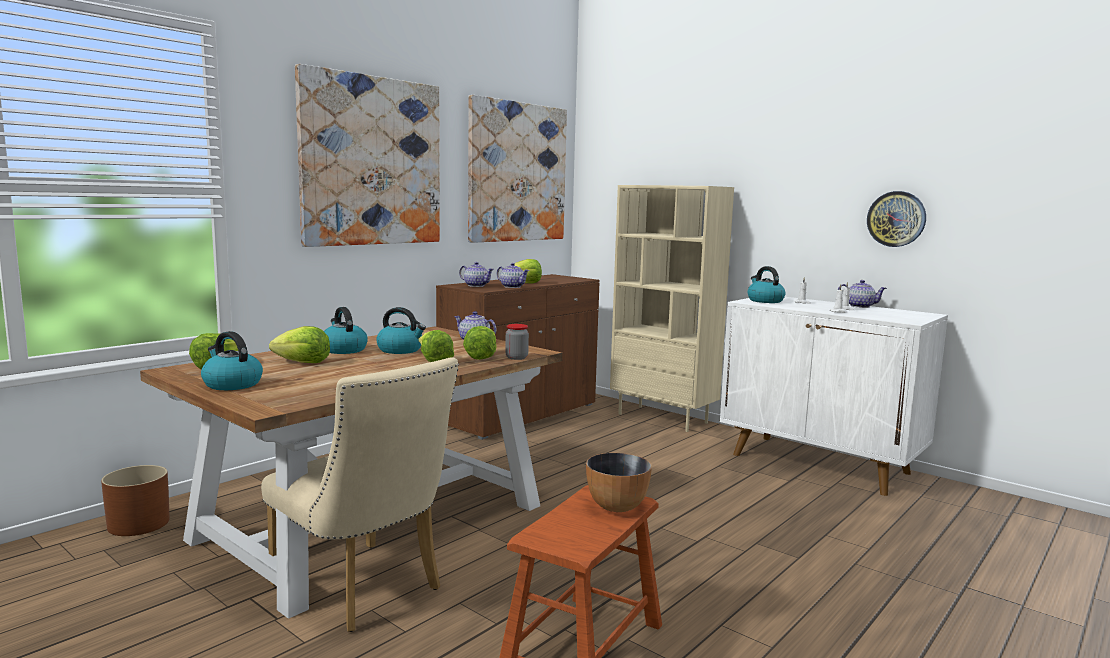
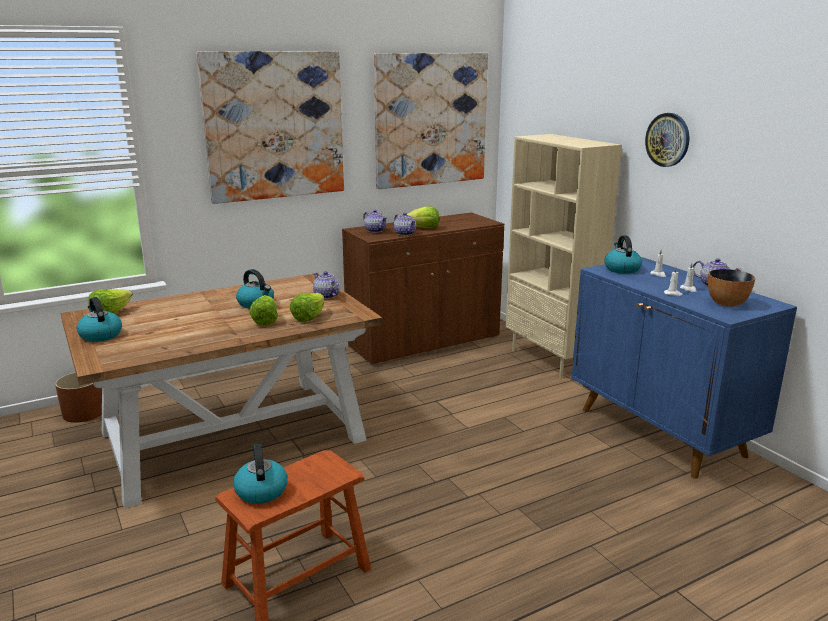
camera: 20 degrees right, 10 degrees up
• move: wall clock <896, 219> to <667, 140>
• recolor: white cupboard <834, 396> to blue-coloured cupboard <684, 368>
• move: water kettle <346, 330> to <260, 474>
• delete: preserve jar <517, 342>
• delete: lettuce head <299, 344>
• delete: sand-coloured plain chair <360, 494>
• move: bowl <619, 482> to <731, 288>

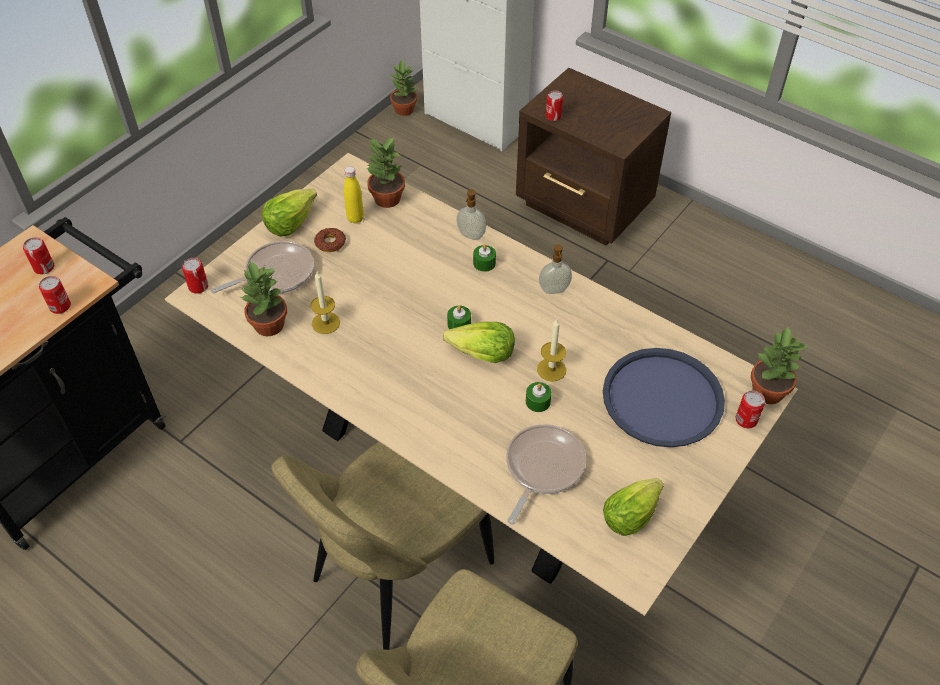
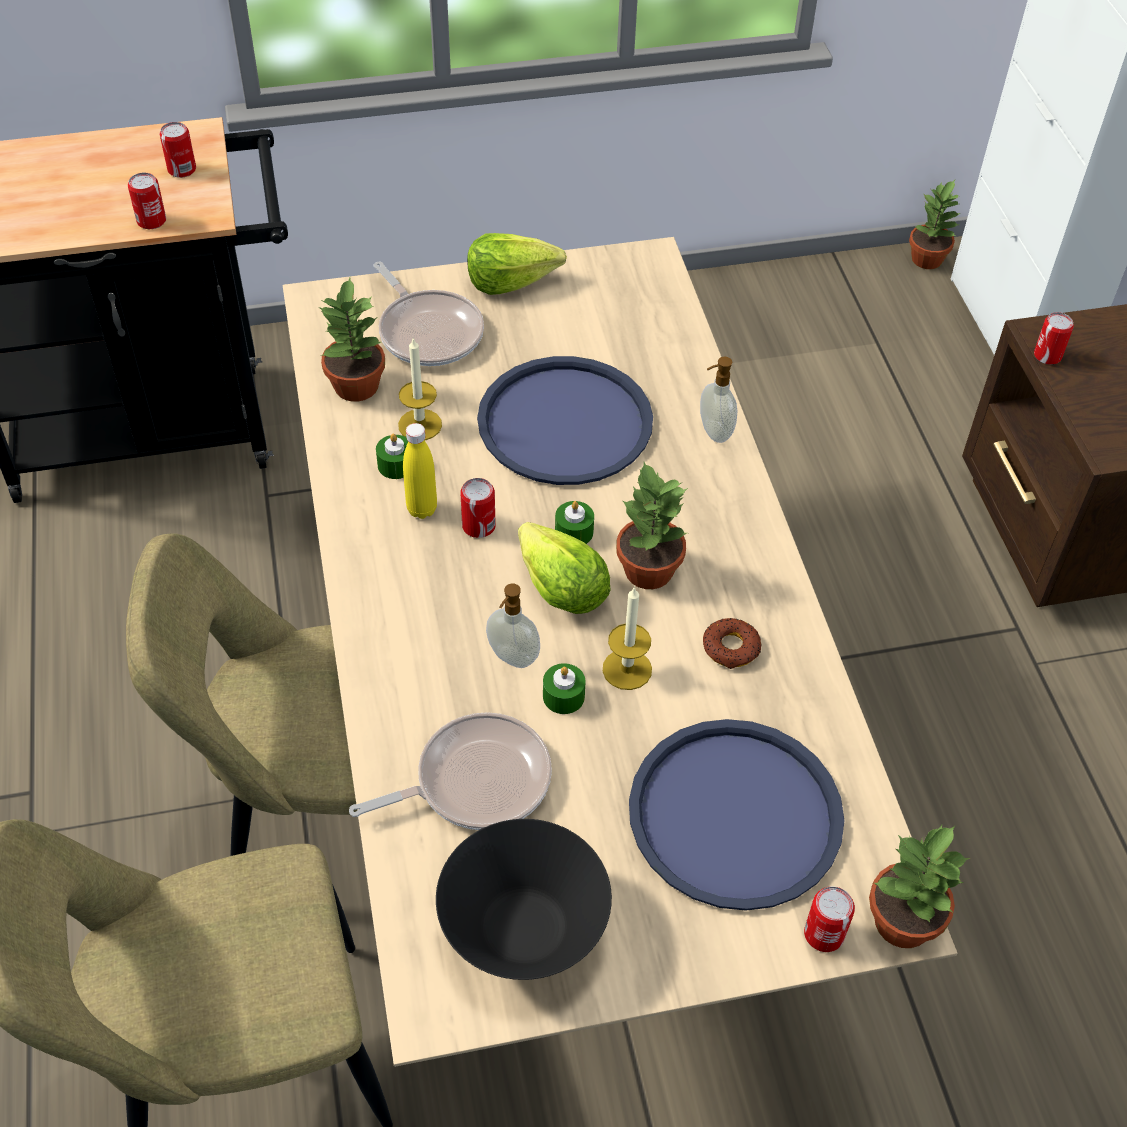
camera: 40 degrees right, 0 degrees up
• move: potted plant <385, 173> to <652, 525>
• move: yellow bottle <354, 195> to <420, 471>
• move: ring doughnut <330, 240> to <732, 643>
• rotate: pan <262, 267> = <429, 314> 45 degrees clockwise
• move: green-coloured candle <484, 258> to <392, 456>
• move: soap bottle <555, 269> to <513, 626>
• move: sealed can <195, 276> to <478, 508>
• replace: lettuce head <633, 507> to black-coloured bowl <524, 899>
• insert: blue-coloured carrying tray <565, 420>

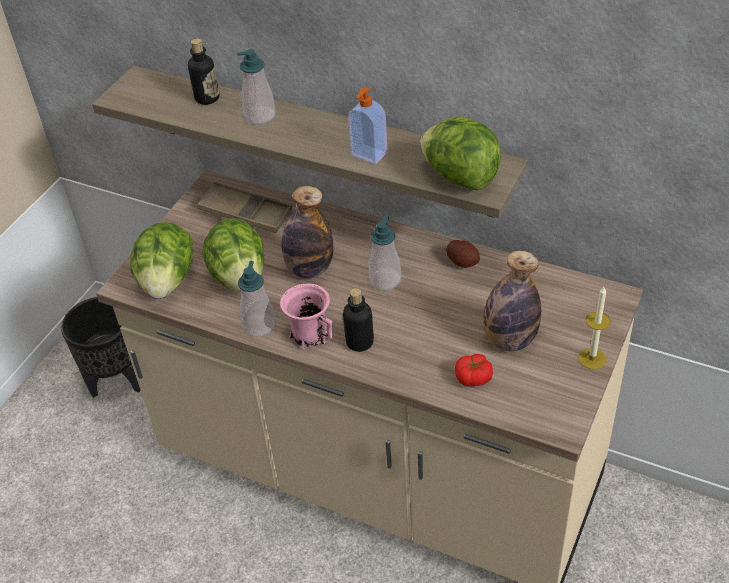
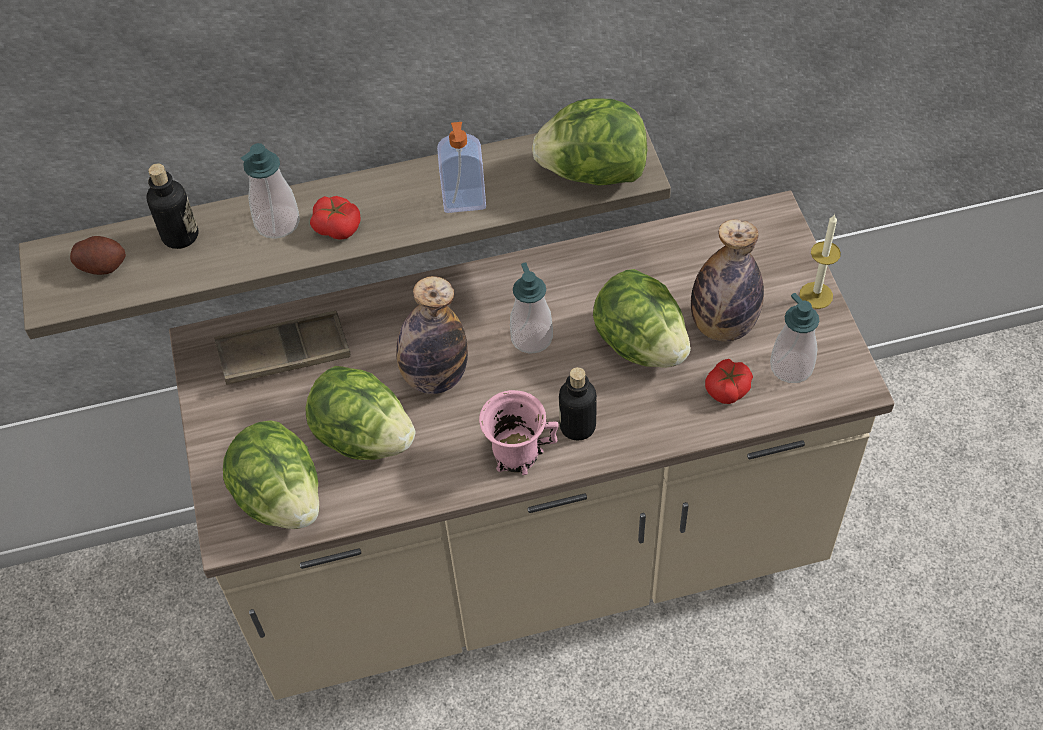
camera: 40 degrees left, 10 degrees up
• move: whole potato <463, 254> to <98, 255>
• move: soap bottle <256, 299> to <794, 338>
• delete: black-coloured flower pot <101, 347>
• insert: whole tomato <335, 218>
• insert: lettuce head <641, 318>

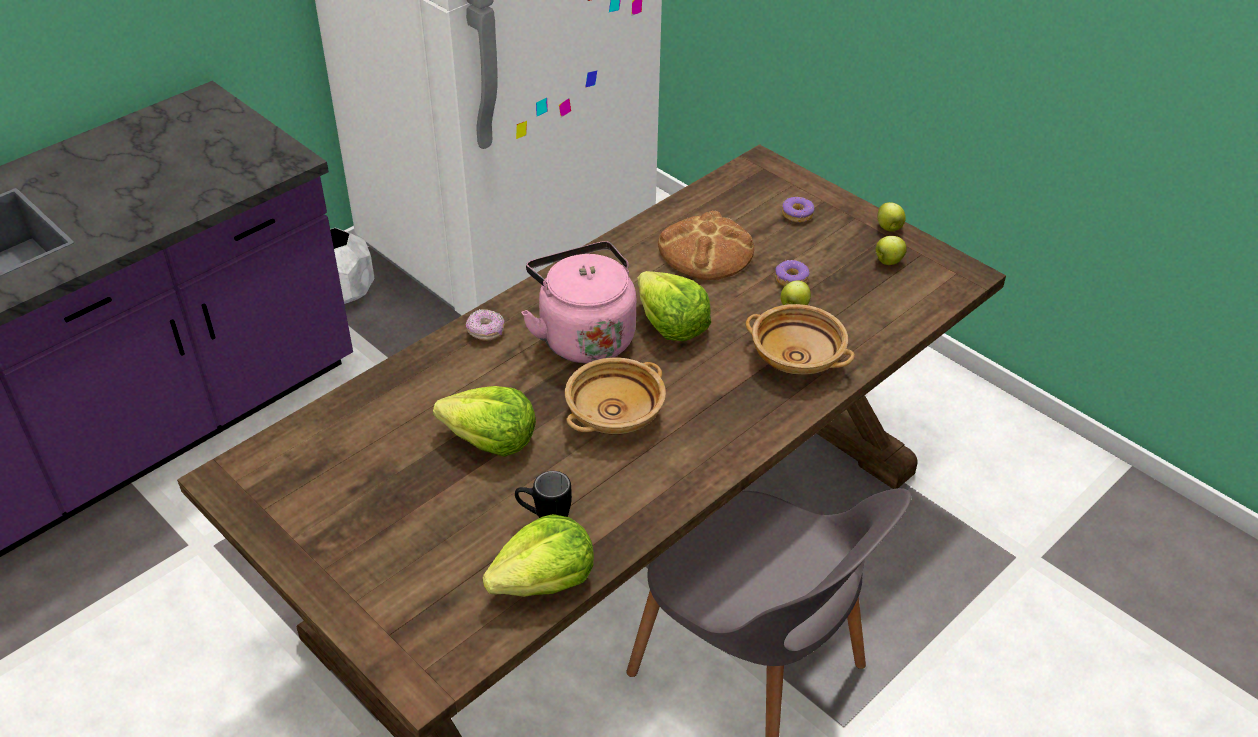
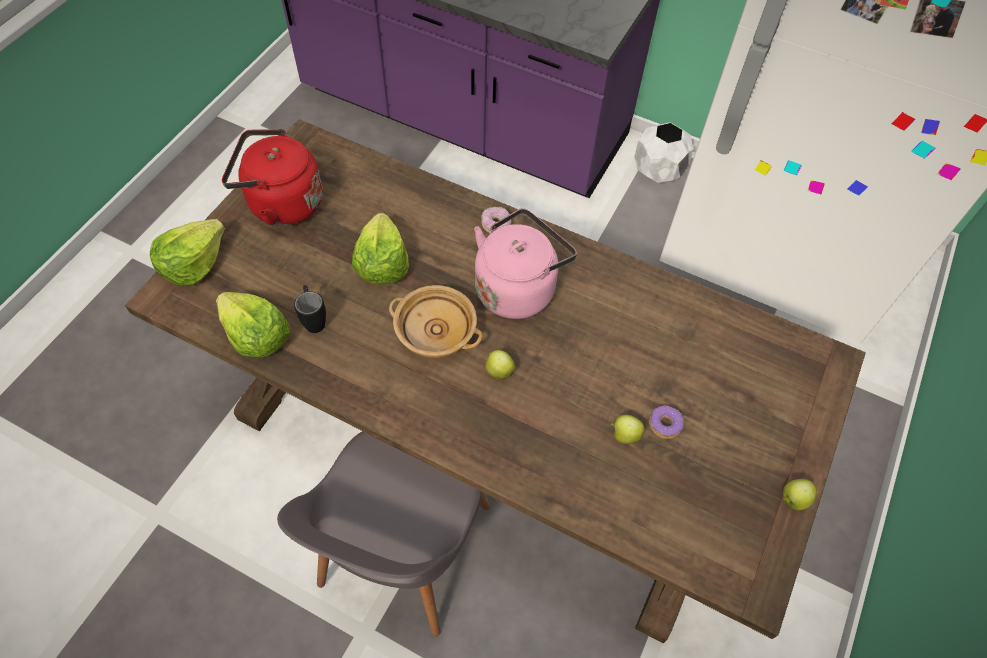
camera: 70 degrees right, 15 degrees up
• delete: ring doughnut <798, 210>
• delete: bread <706, 245>
• move: apple fruit <891, 250> to <500, 365>
• move: lettuce head <674, 306> to <187, 252>
• delete: sand-coloured bowl <800, 339>
• insert: reddish water kettle <272, 177>

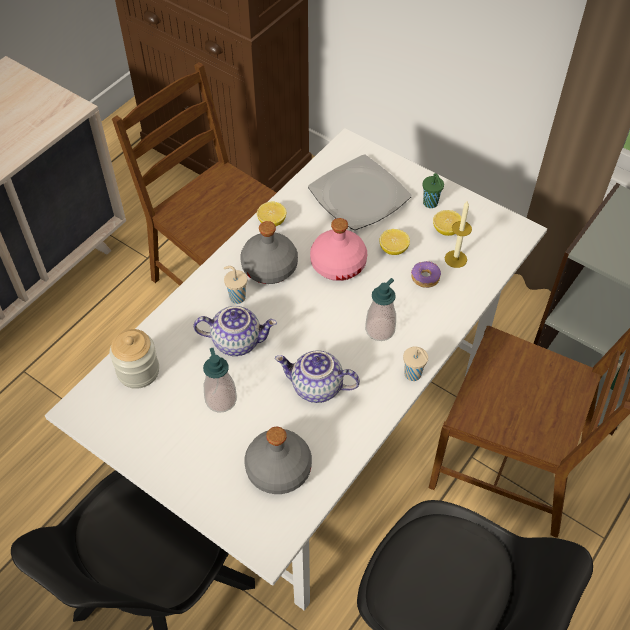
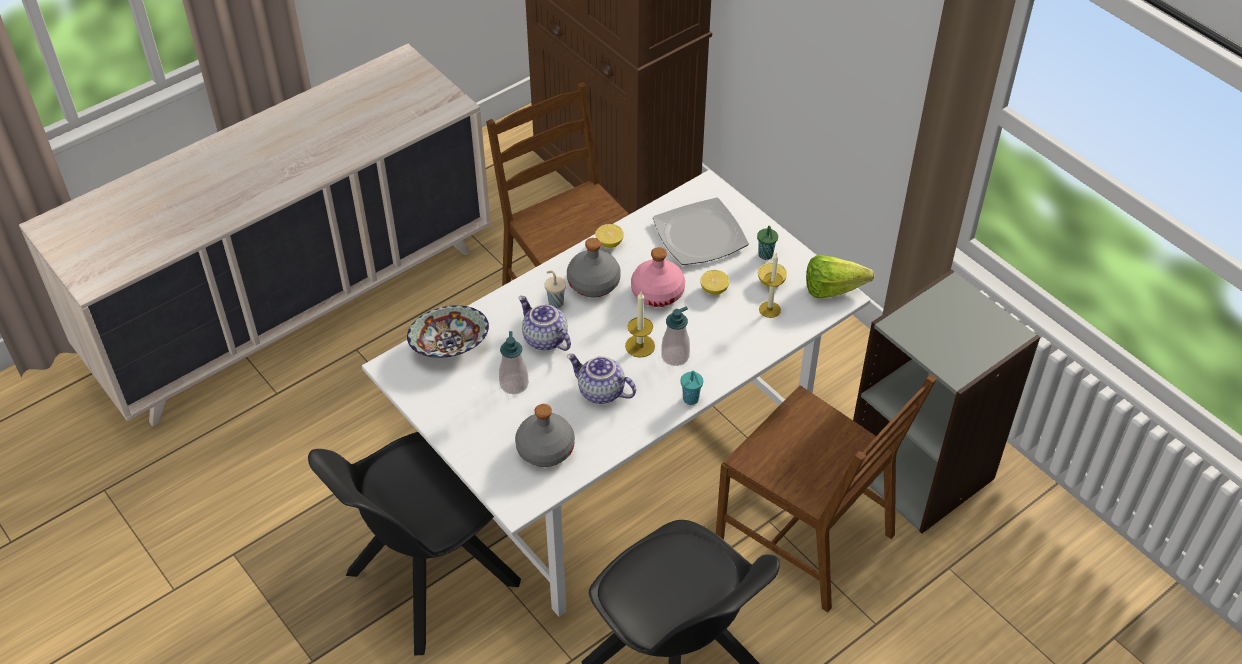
camera: 15 degrees right, 5 degrees down
• delete: ring doughnut <426, 274>
• rotate: teapot <235, 331> = <545, 323> 150 degrees counterclockwise
• replace: preserve jar <134, 359> to bowl <448, 331>
• recolor: sand-coloured drinking cup <415, 363> to turquoise-coloured drinking cup <692, 388>
• insert: lettuce head <840, 276>
• insert: candle <640, 325>

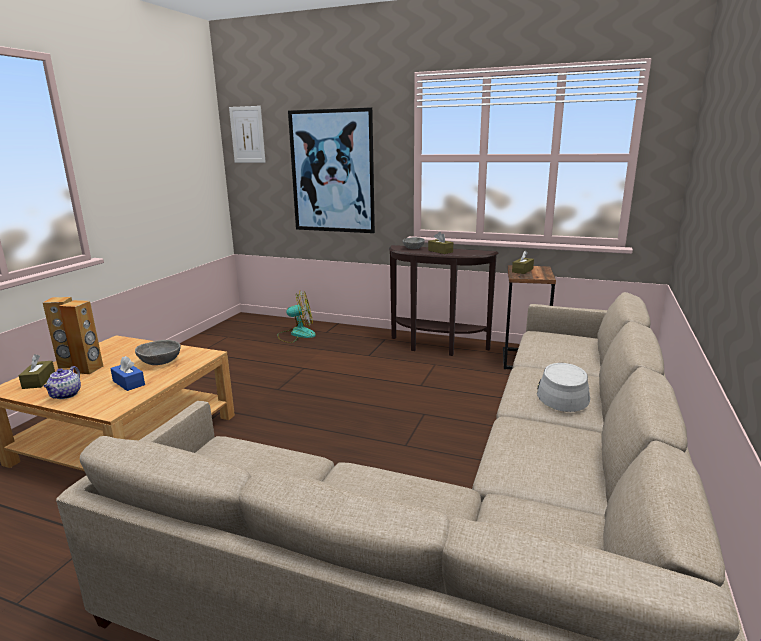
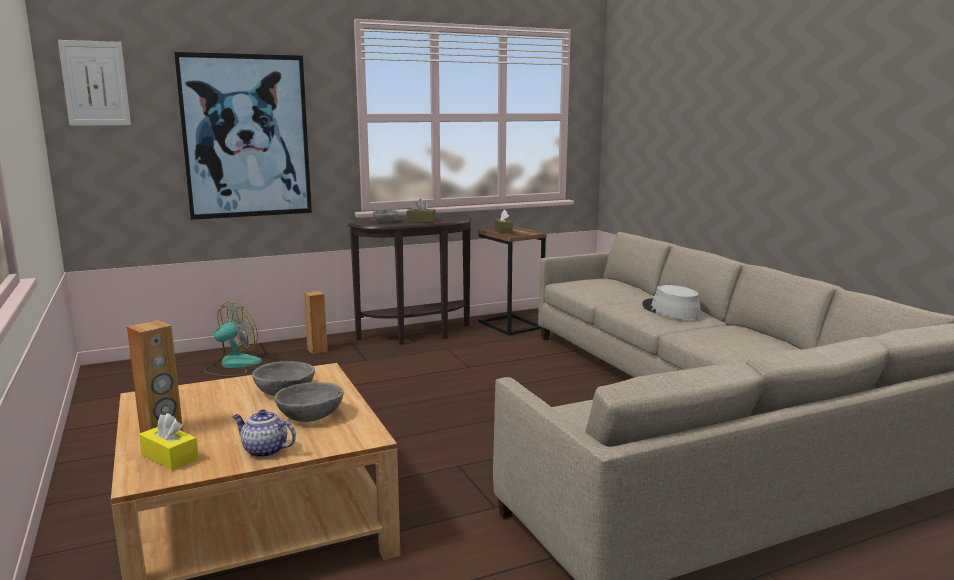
camera: 45 degrees left, 5 degrees down
• move: brownish loudspeaker <81, 337> to <316, 322>
• recolor: brownish box of tissues <37, 371> to yellow box of tissues <169, 442>
• replace: blue-coloured box of tissues <127, 373> to grey bowl <309, 402>
• rotate: teapot <62, 382> = <264, 433> 150 degrees clockwise

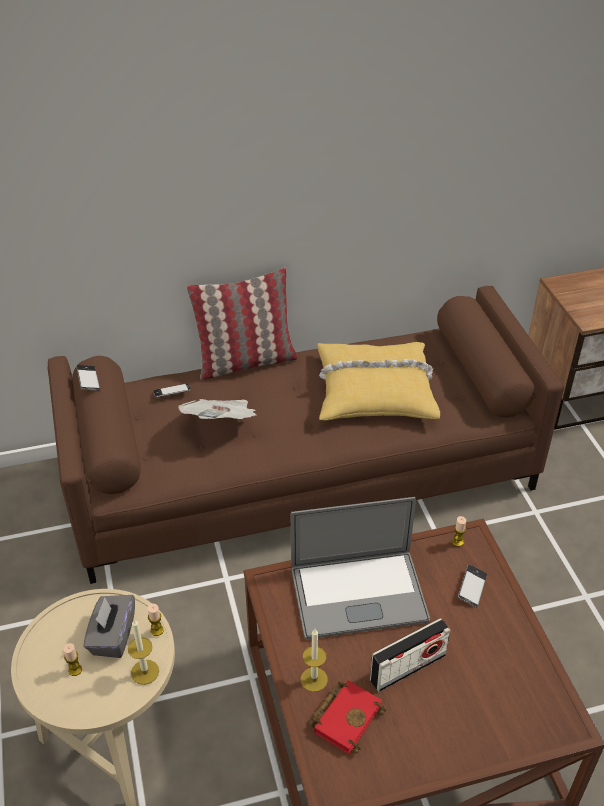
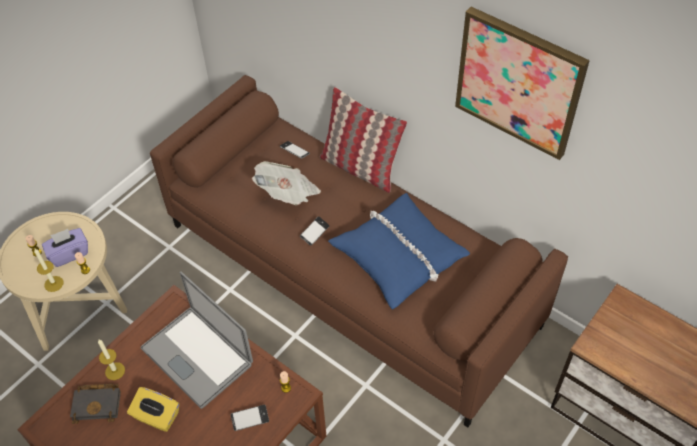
camera: 55 degrees right, 10 degrees up
• recolor: yellow cushion <378, 381> to blue-coloured cushion <399, 251>
• move: telephone <88, 378> to <314, 231>
• recolor: grey box of tissues <109, 626> to purplish box of tissues <65, 247>
• replace: radio receiver <410, 655> to yellow box of tissues <153, 409>
• recolor: reddish bound book <348, 717> to black-coloured bound book <95, 404>
• insert: picture <522, 83>

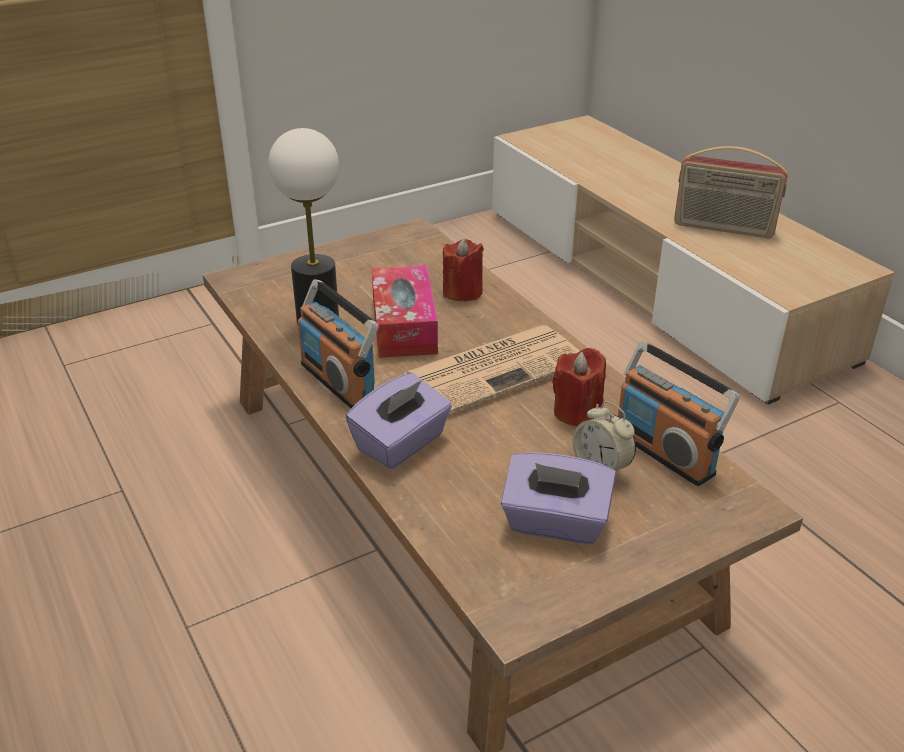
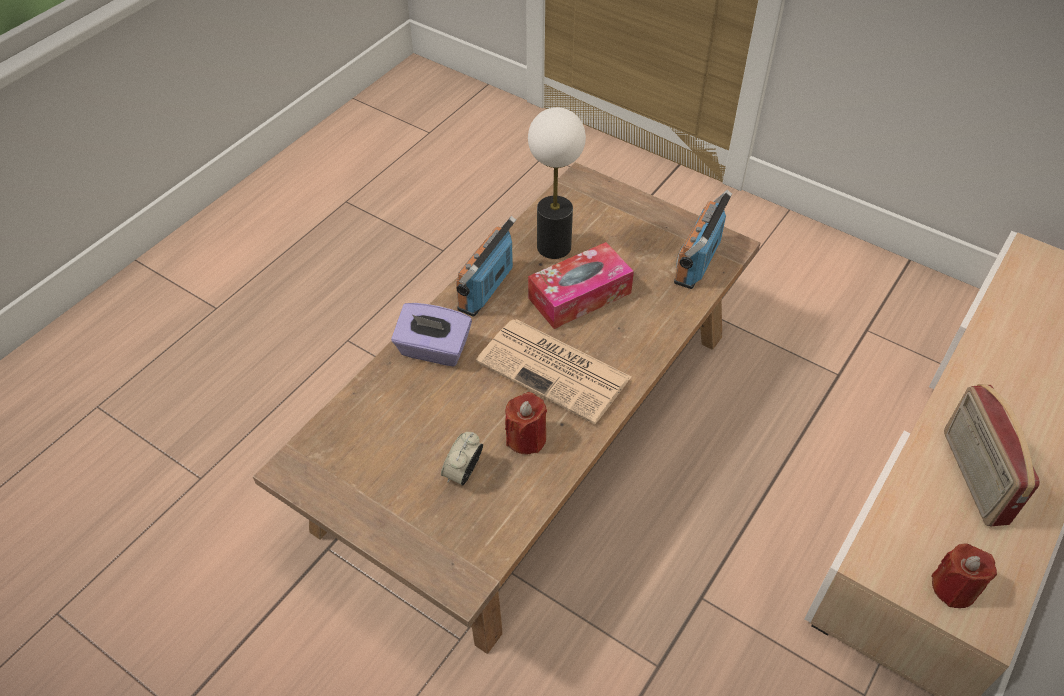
camera: 65 degrees right, 15 degrees up
• move: reddish candle <463, 270> to <964, 576>
• move: radio receiver <679, 413> to <703, 239>
• delete: purplish box of tissues <558, 498>

